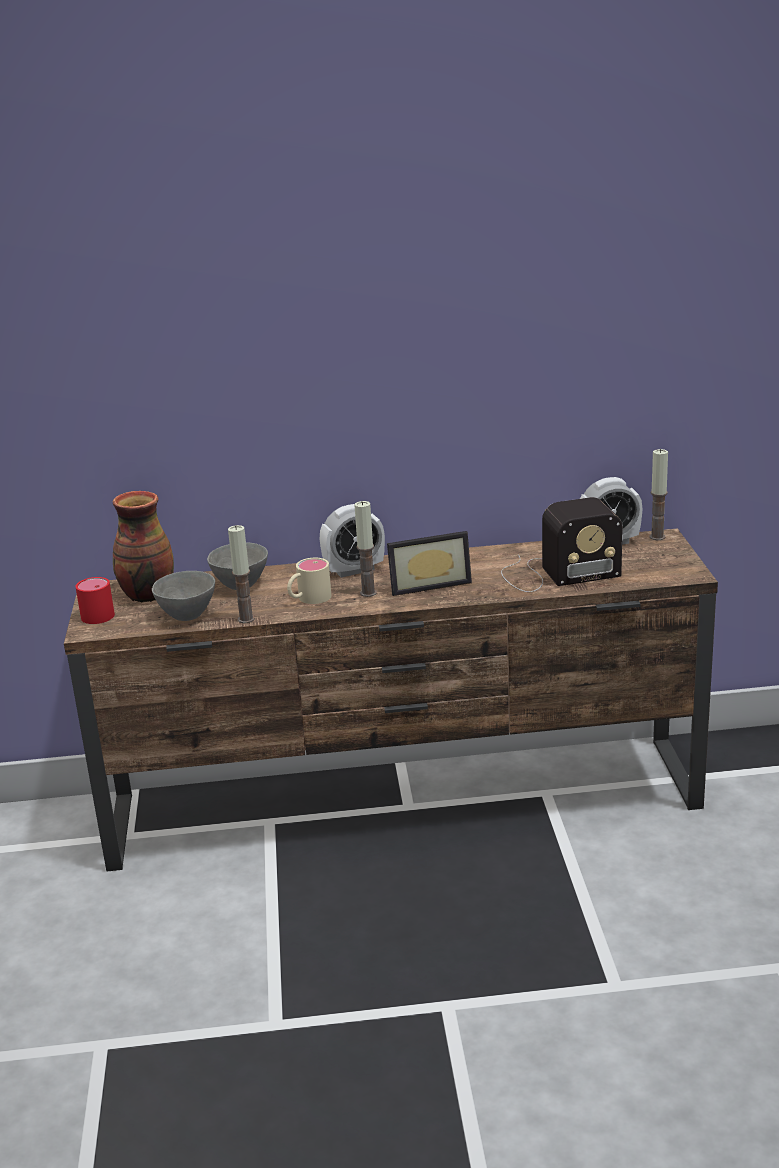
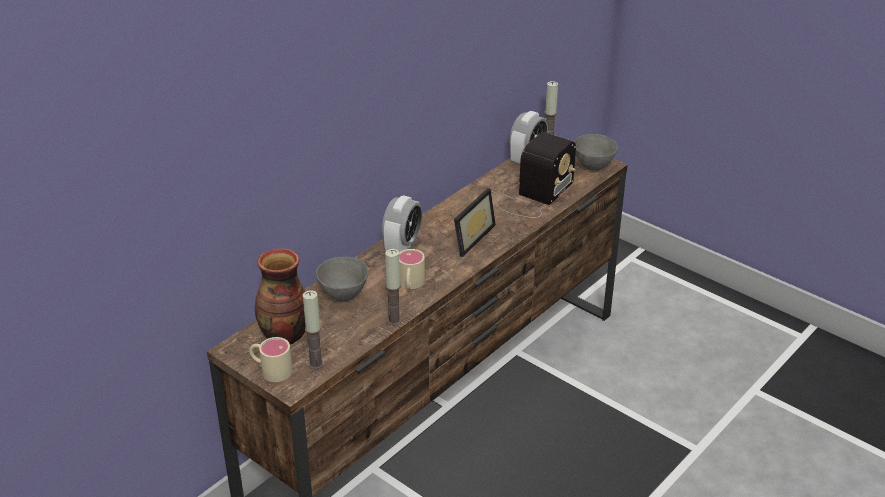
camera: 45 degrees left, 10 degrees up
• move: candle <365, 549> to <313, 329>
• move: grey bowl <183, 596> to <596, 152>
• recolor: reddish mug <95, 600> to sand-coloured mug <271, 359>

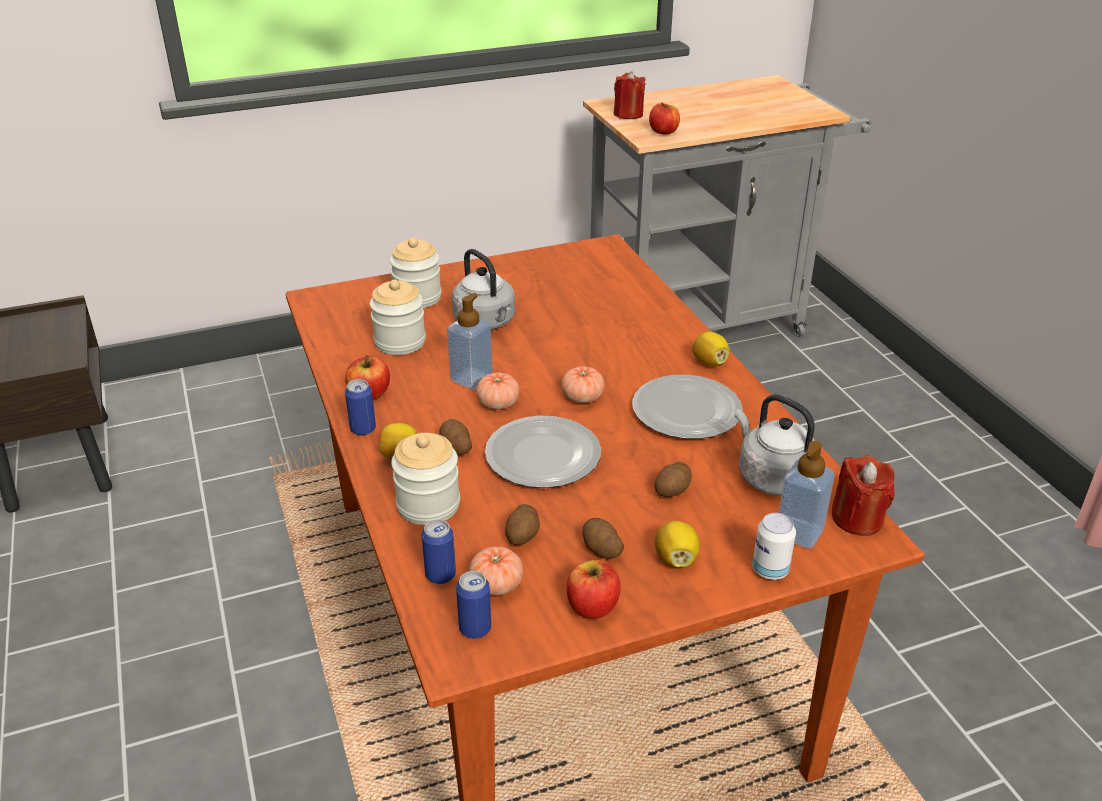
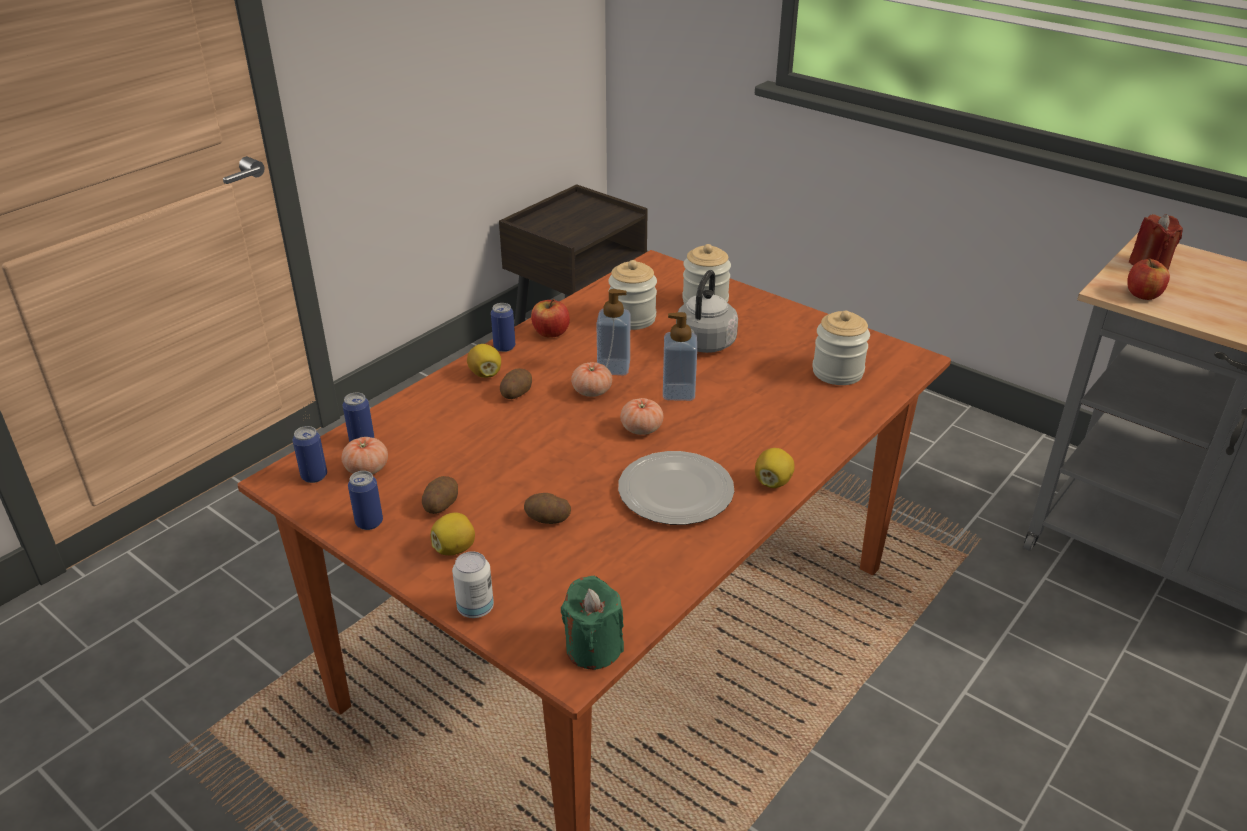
camera: 60 degrees right, 0 degrees up
• delete: grey water kettle <778, 445>
• delete: dinner plate <543, 452>
• move: preserve jar <425, 479> to <841, 347>
• move: soap bottle <807, 495> to <680, 356>
• recolor: reddish candle <863, 496> to green-coloured candle <592, 623>
• delete: whole potato <522, 524>
• replace: apple fruit <594, 589> to sealed can <365, 500>

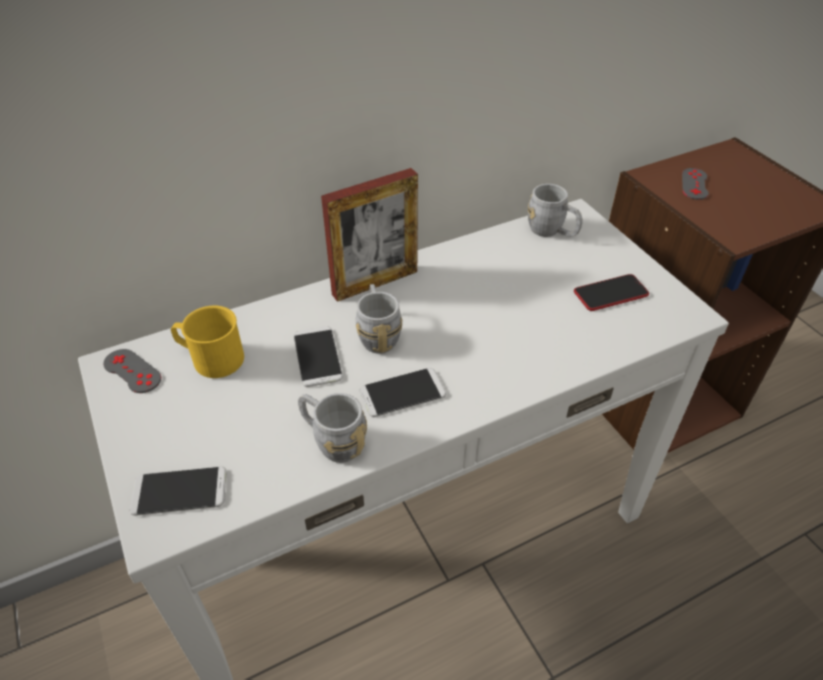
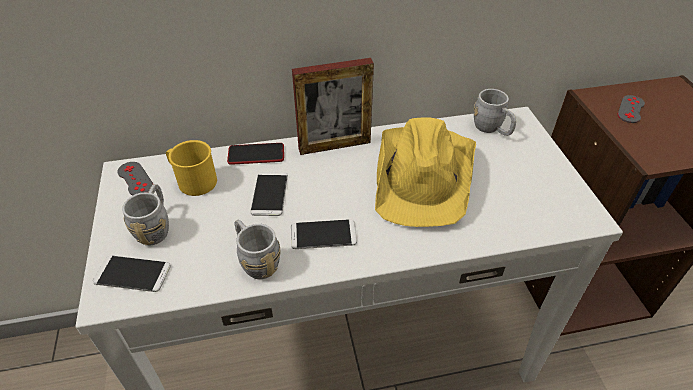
camera: 15 degrees right, 0 degrees up
• move: telephone <611, 292> to <255, 154>
• move: grey mug <379, 319> to <145, 214>
• insert: yellow hat <425, 172>

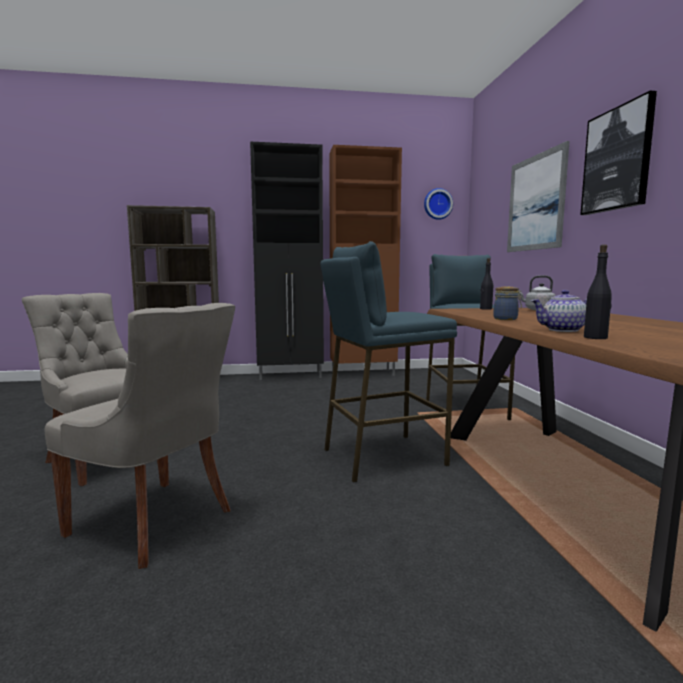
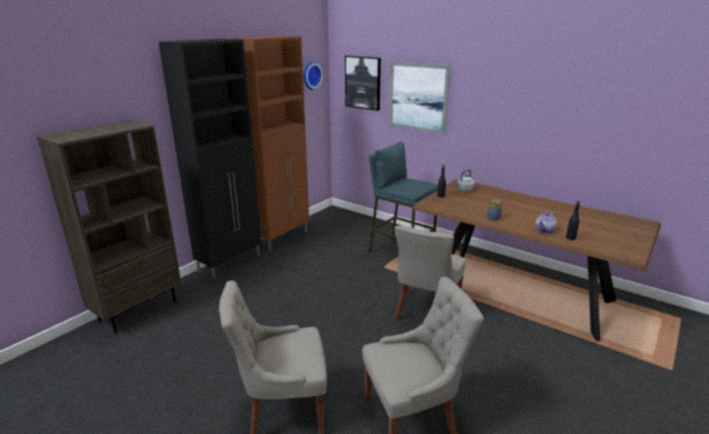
camera: 45 degrees left, 15 degrees up
• move: picture <618, 153> to <363, 83>
• replace: blue-coloured stool seat <388, 362> to grey plain chair <430, 272>

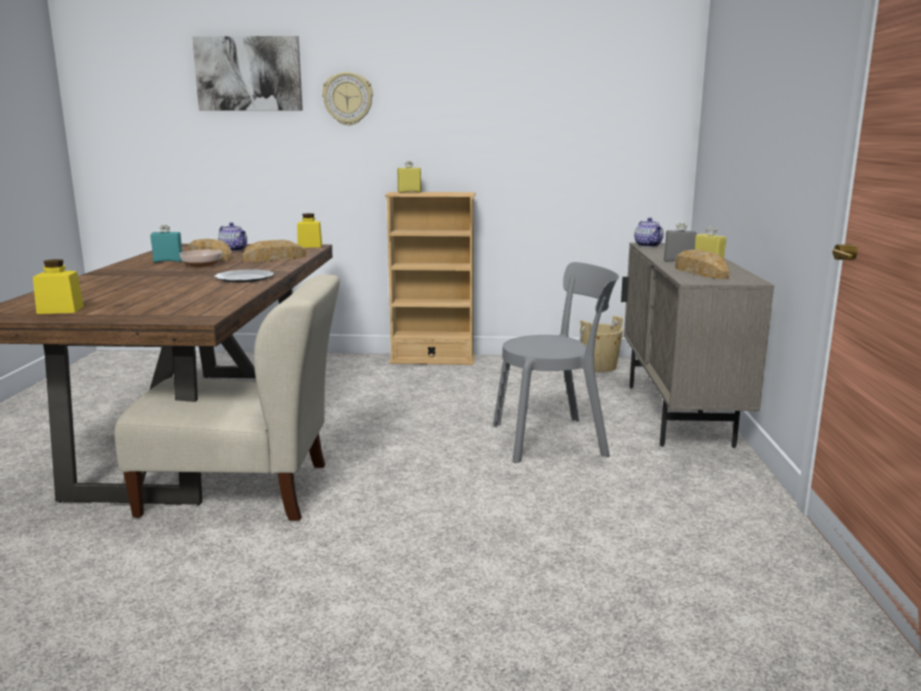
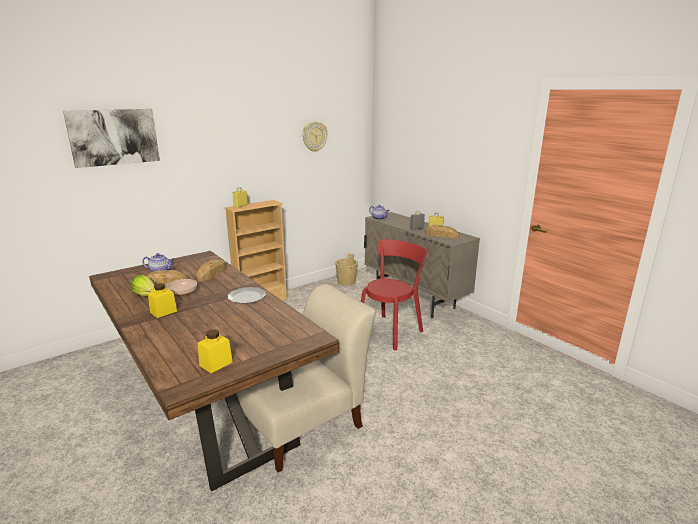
camera: 40 degrees left, 5 degrees up
• move: wall clock <347, 99> to <315, 136>
• move: yellow preserve jar <309, 230> to <162, 300>
• replace: turquoise-coloured bottle <166, 243> to lettuce head <143, 285>
• recolor: grey plain chair <556, 362> to reddish plain chair <394, 295>

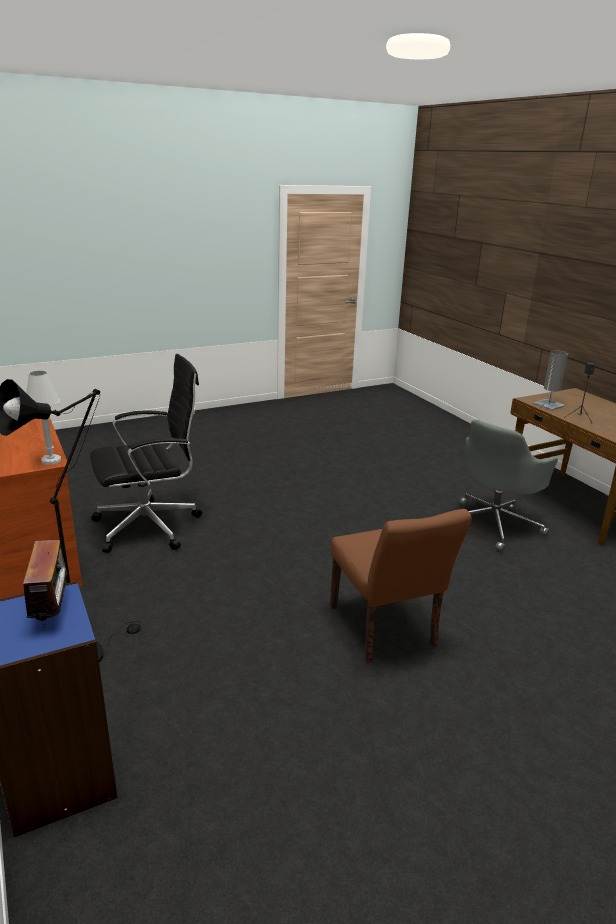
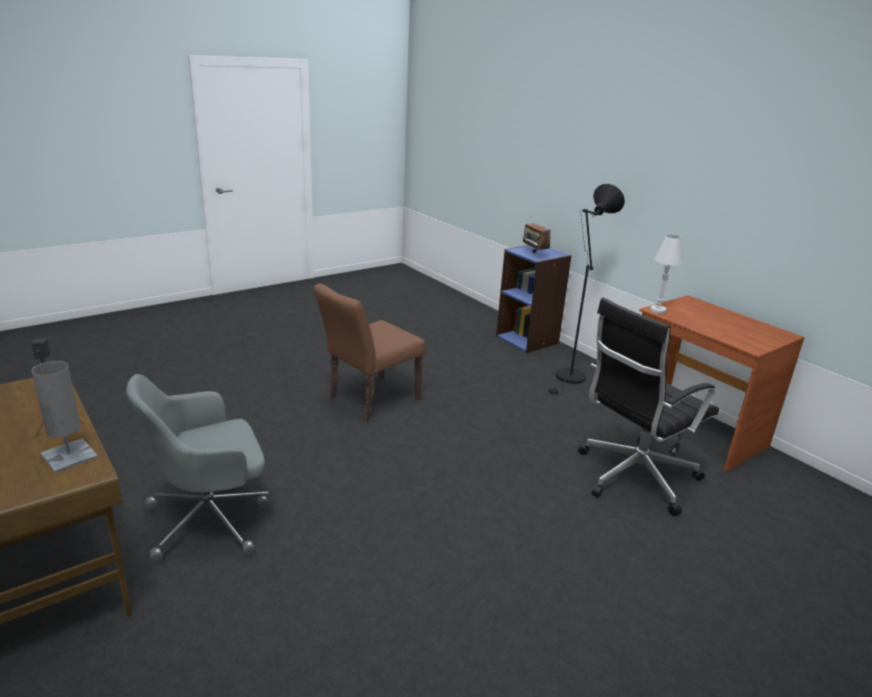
camera: 170 degrees right, 0 degrees up
• rotate: grey desk chair <508, 485> = <197, 468> 150 degrees counterclockwise
• rotate: brownish plain chair <401, 586> = <369, 352> 105 degrees counterclockwise

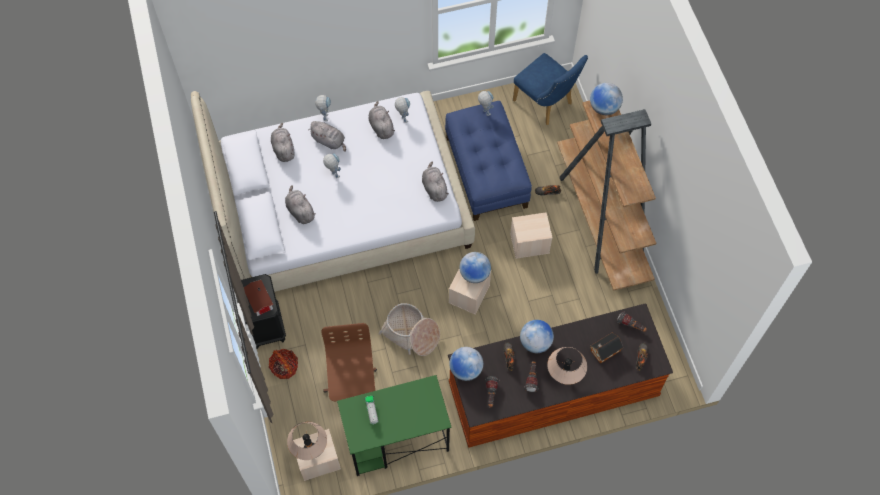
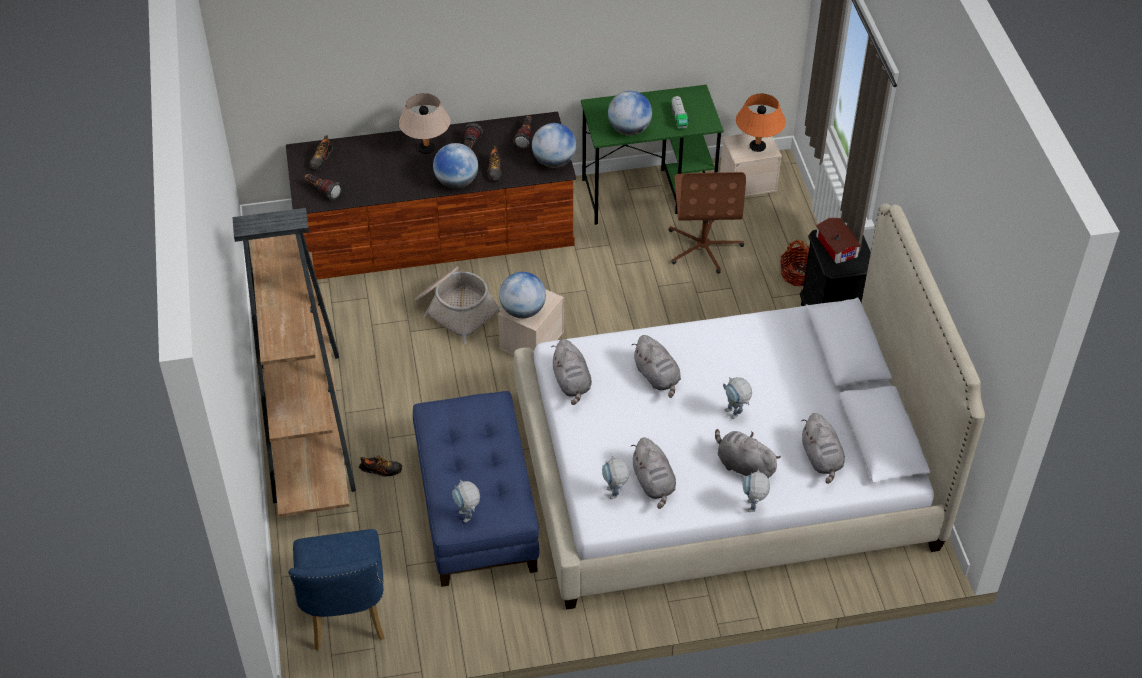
camera: 175 degrees left, 15 degrees down
• rotate: blue-coloured plain chair <550, 89> = <336, 589> 150 degrees counterclockwise
• move: world globe <606, 99> to <630, 113>
• move: grey cuddly toy <300, 204> to <656, 366>
• delete: sand-coloured storage container <531, 235>
• move: basket <409, 329> to <458, 305>
• delete: model house <606, 348>
• recolor: sand-coloured table lamp <307, 441> to orange table lamp <761, 123>

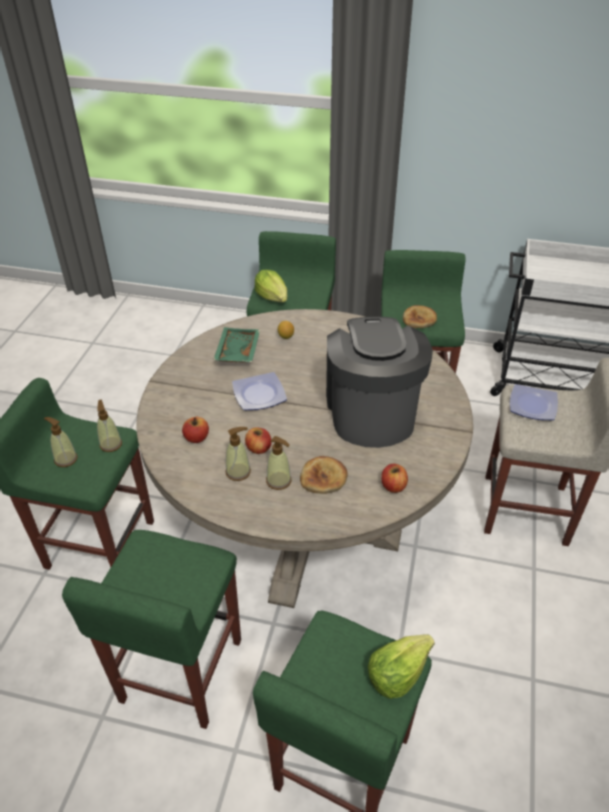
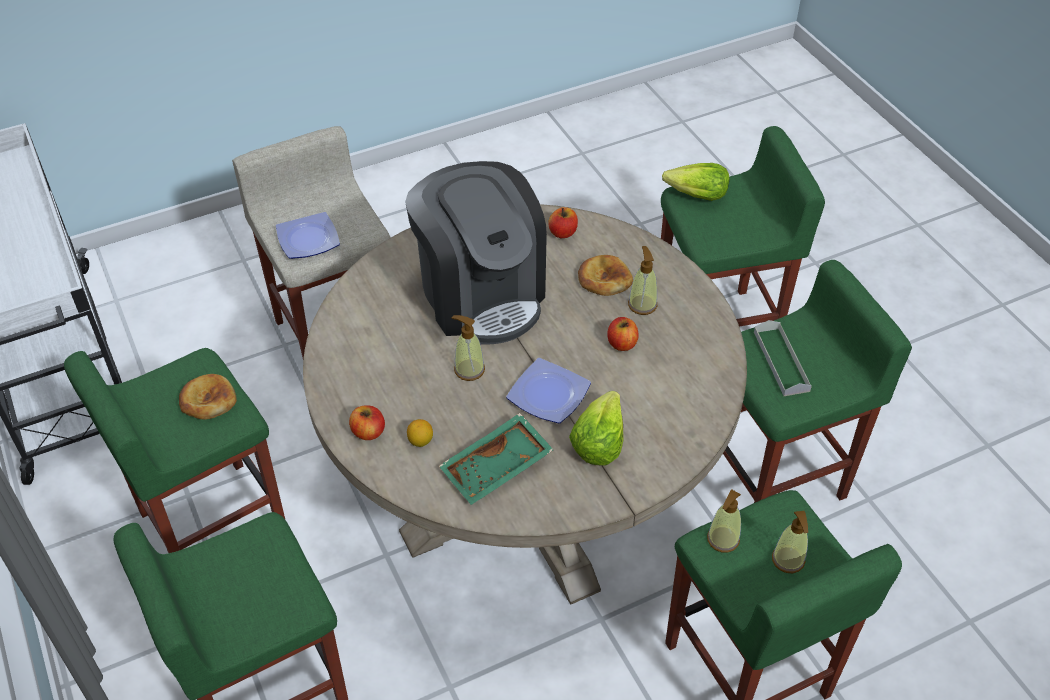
camera: 130 degrees left, 5 degrees up
• move: lettuce head <271, 286> to <596, 428>
• rotate: coffee maker <379, 382> = <476, 253> 75 degrees counterclockwise
• move: apple fruit <195, 430> to <367, 423>
• move: soap bottle <238, 454> to <468, 348>
• insert: grey carrying tray <783, 358>

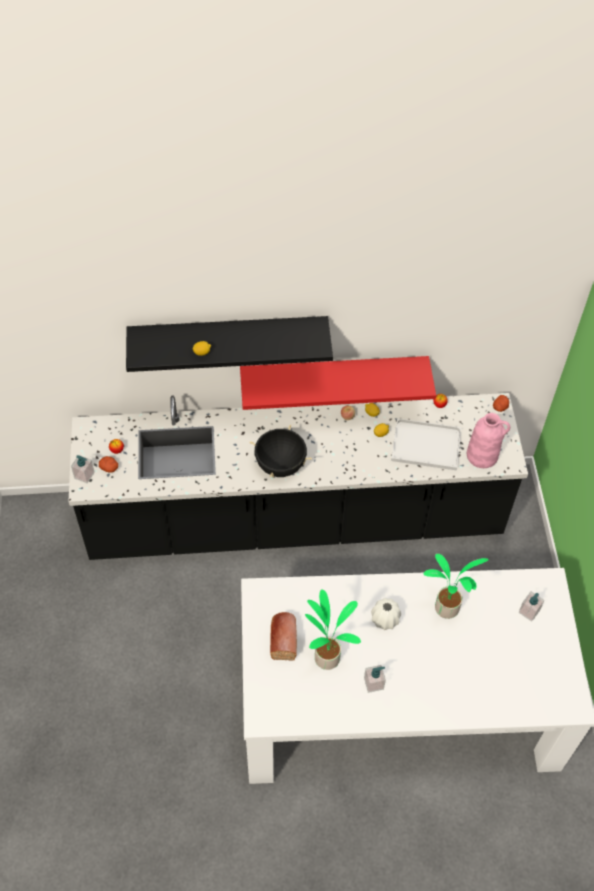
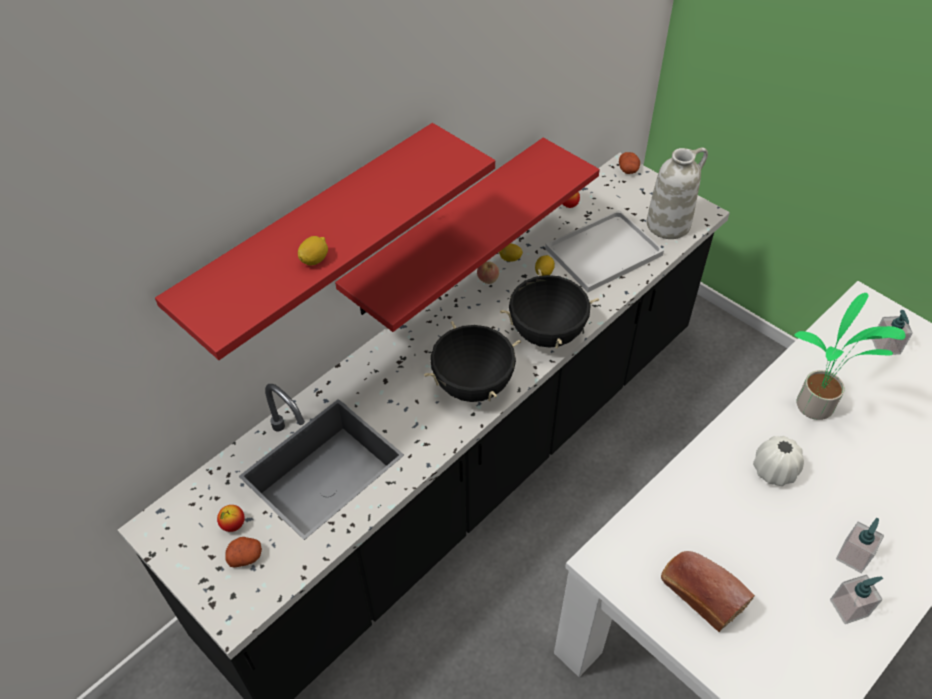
camera: 40 degrees left, 5 degrees down
• recolor: black-coloured shelf <229, 344> to reddish shelf <325, 241>
• recolor: pinkish vase <488, 440> to white vase <677, 193>
• move: soap bottle <83, 469> to <856, 599>
• delete: potted plant <333, 629>
• insert: black-coloured cooking pot <549, 309>

